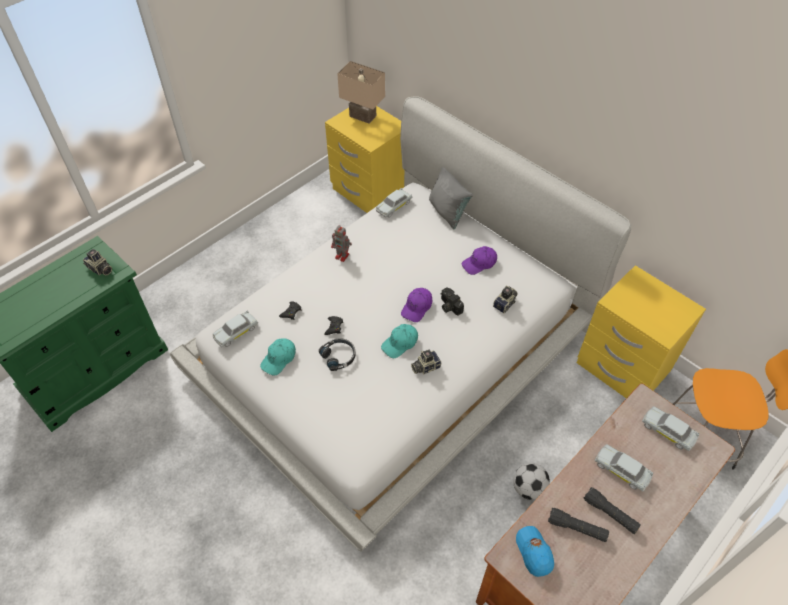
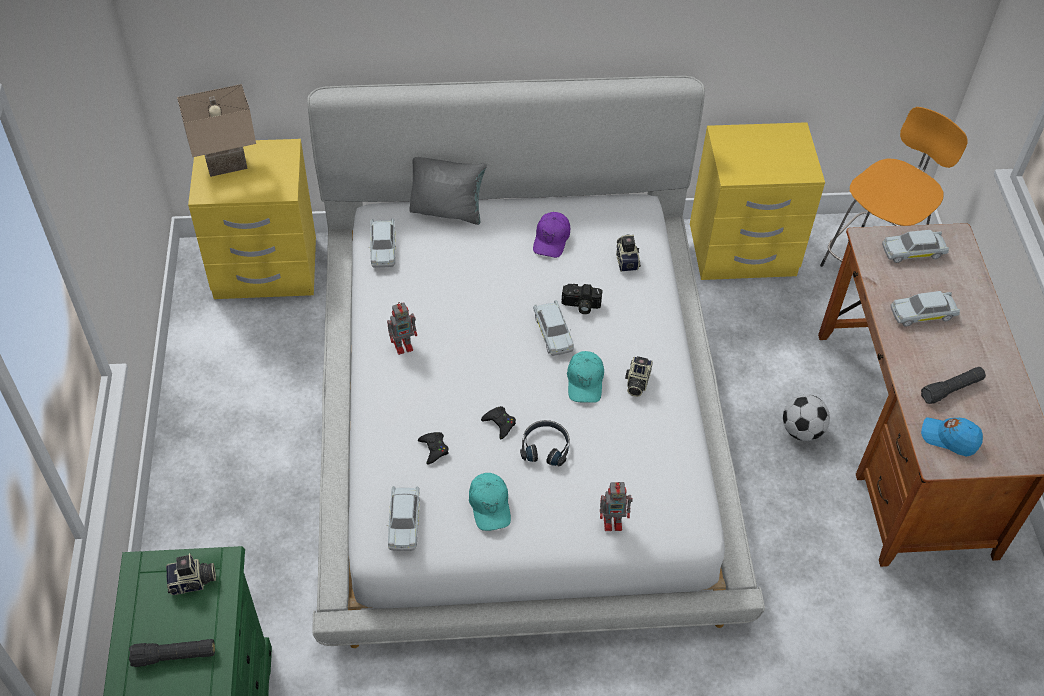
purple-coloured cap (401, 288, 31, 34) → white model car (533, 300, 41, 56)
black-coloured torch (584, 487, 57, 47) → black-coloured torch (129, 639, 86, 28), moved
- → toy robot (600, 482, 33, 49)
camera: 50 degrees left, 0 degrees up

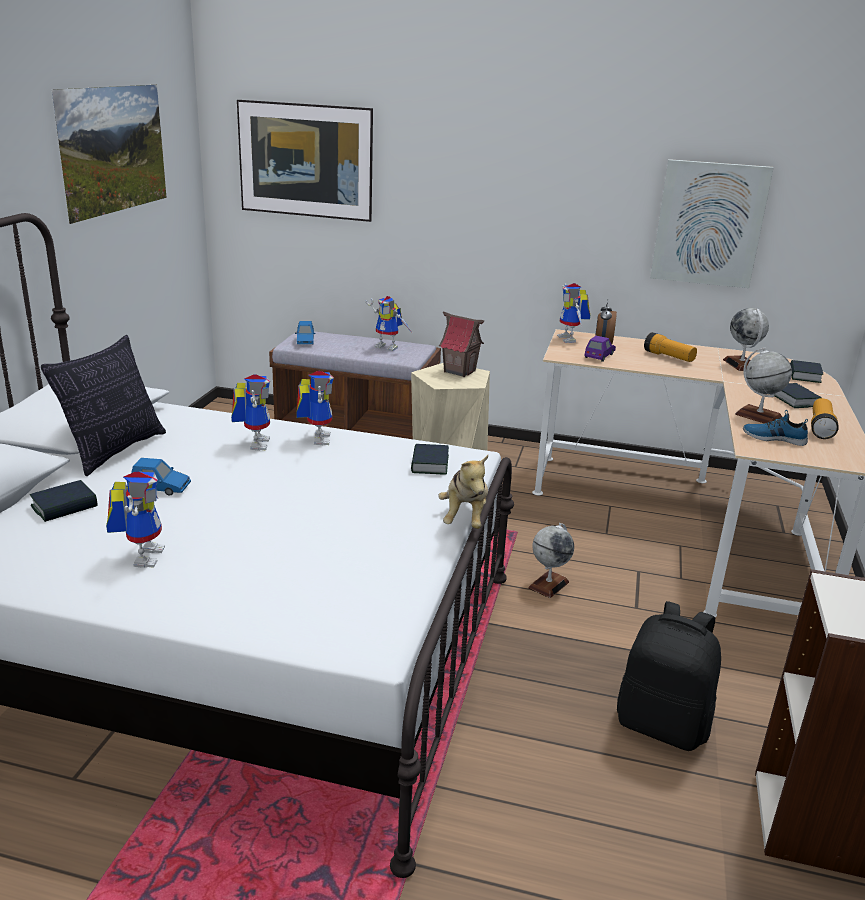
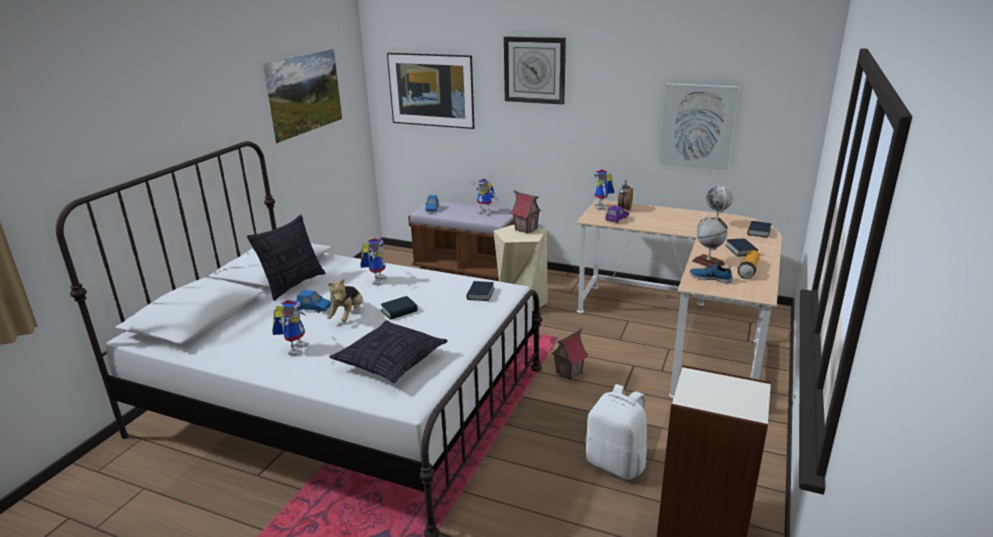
bound book (30, 480, 67, 42) → bound book (381, 296, 37, 24), moved
toy robot (296, 371, 38, 74) → -
cuddly toy (438, 455, 50, 74) → cuddly toy (327, 279, 36, 43), moved
world globe (528, 523, 46, 75) → miniature house (551, 328, 37, 52)
black-coloured knapsack (617, 601, 104, 150) → white knapsack (585, 384, 62, 96)
torch (644, 332, 53, 30) → -
- → cushion (330, 320, 118, 63)
- → wall clock (504, 36, 62, 69)
camera: 10 degrees right, 0 degrees up

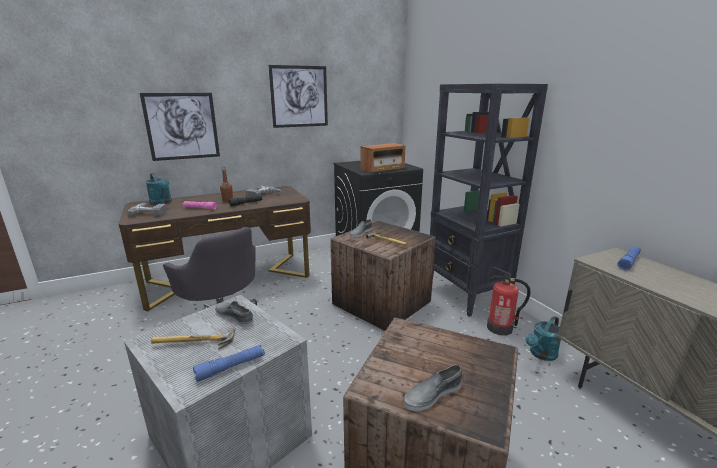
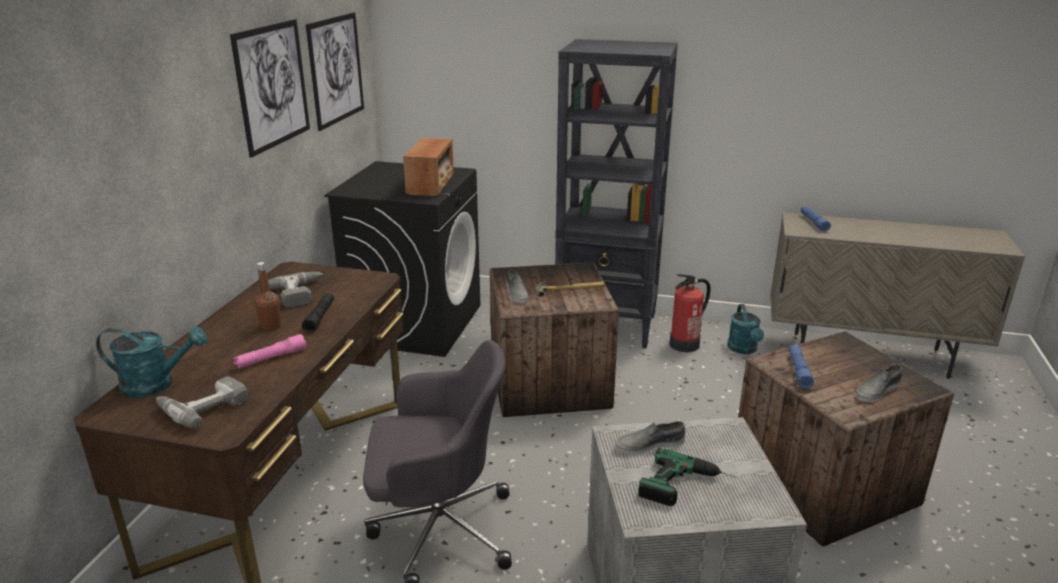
picture (140, 93, 80, 68) → picture (306, 12, 58, 119), moved
hammer (151, 326, 85, 24) → electric drill (638, 448, 98, 58)
bluish torch (193, 345, 72, 37) → bluish torch (789, 345, 25, 43), moved
grey low shoe (404, 365, 58, 46) → grey low shoe (856, 364, 46, 39), 45 degrees clockwise
camera: 50 degrees left, 5 degrees up

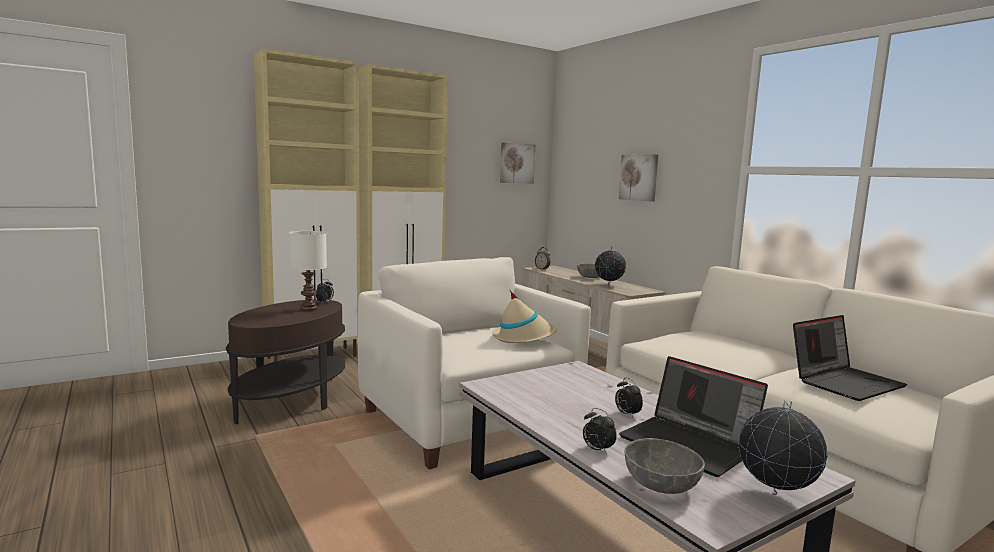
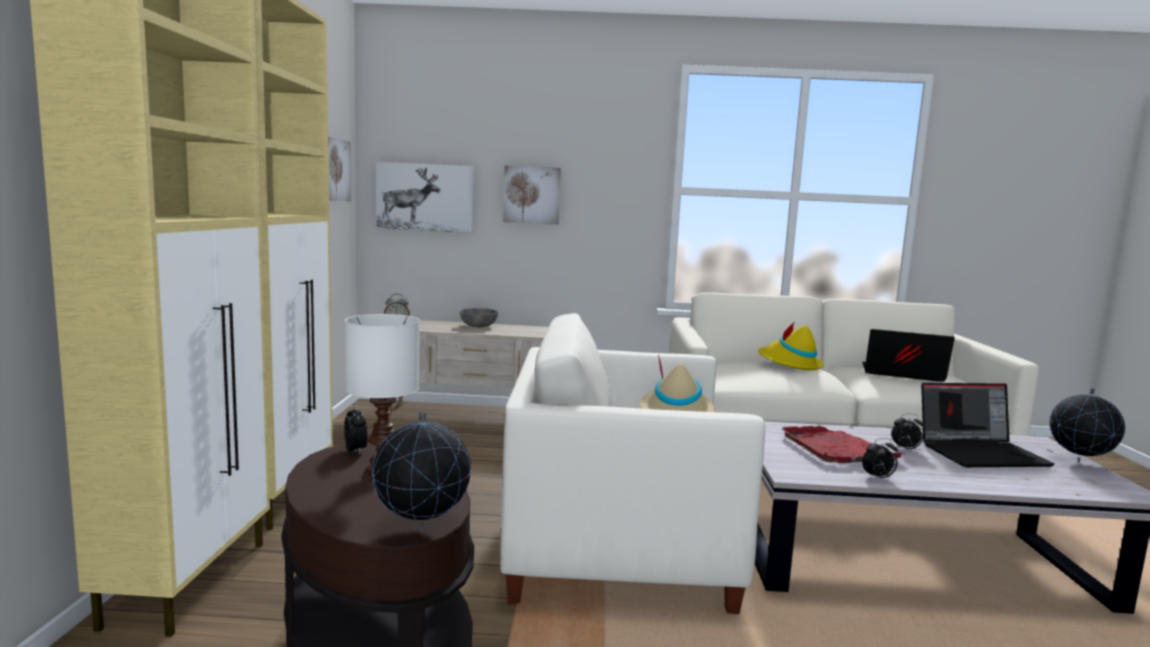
table clock (583, 408, 34, 46) → table clock (862, 438, 36, 41), moved
world globe (595, 247, 31, 38) → world globe (372, 411, 99, 119), moved
grey deep dish (625, 438, 80, 56) → -
portable computer (793, 315, 114, 86) → portable computer (862, 329, 93, 53), 75 degrees counterclockwise
- → picture (376, 162, 98, 71)
- → yellow-coloured clothing hat (758, 321, 66, 49)
- → red-coloured carrying tray (782, 426, 123, 37)
camera: 55 degrees left, 0 degrees up

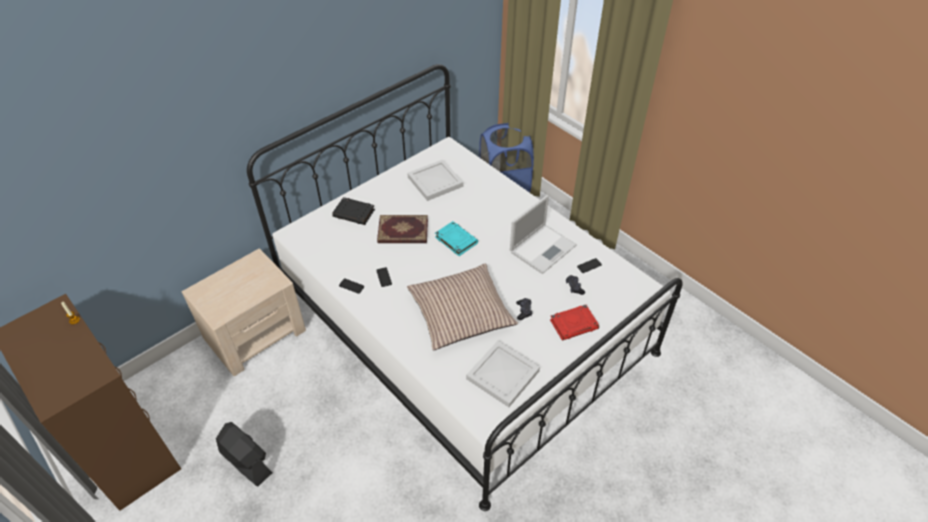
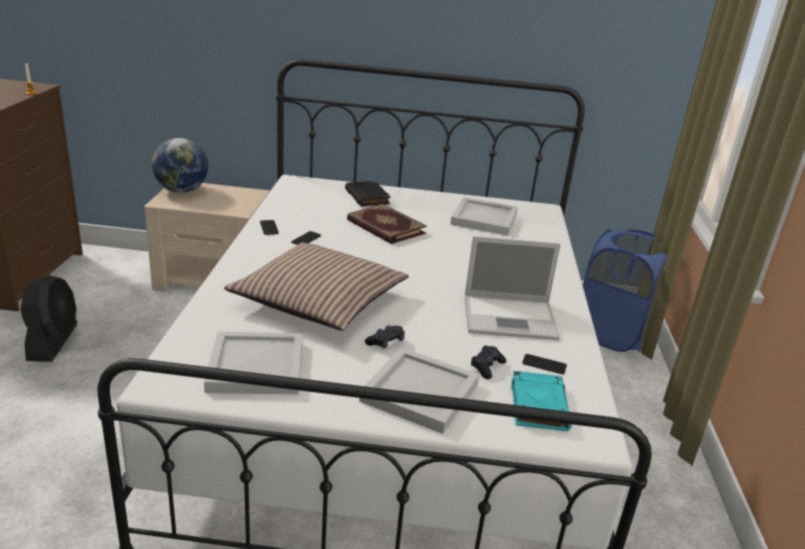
blue-green bound book (435, 221, 43, 35) → blue-green bound book (511, 371, 61, 60), moved
red-coloured bound book (550, 305, 49, 36) → white carrying tray (359, 348, 120, 86)
- → world globe (152, 138, 56, 55)
camera: 45 degrees right, 20 degrees down

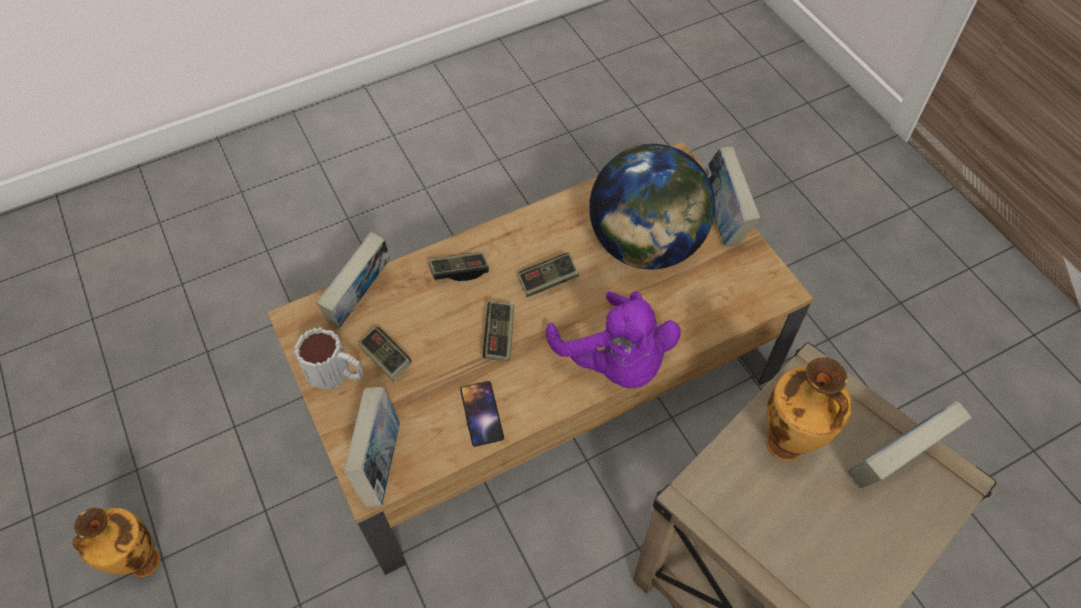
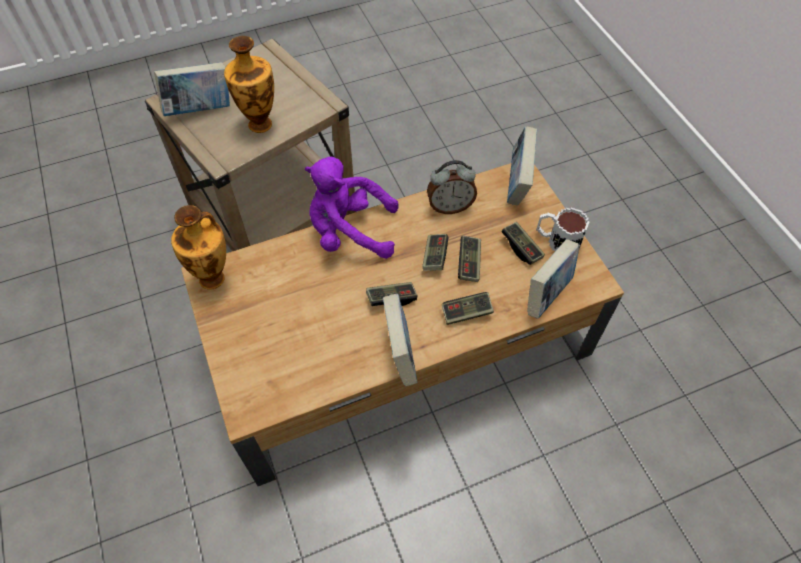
decorative vase (72, 508, 89, 69) → decorative vase (171, 205, 55, 85), moved
handset (460, 381, 44, 66) → table clock (427, 160, 50, 54)
purple-coloured cuddly toy (546, 292, 135, 97) → purple-coloured cuddly toy (305, 157, 94, 102), 60 degrees counterclockwise
world globe (589, 144, 126, 126) → -
bound book (704, 147, 56, 99) → bound book (383, 294, 35, 92), moved
- → joypad (458, 236, 23, 46)
camera: 175 degrees left, 0 degrees up

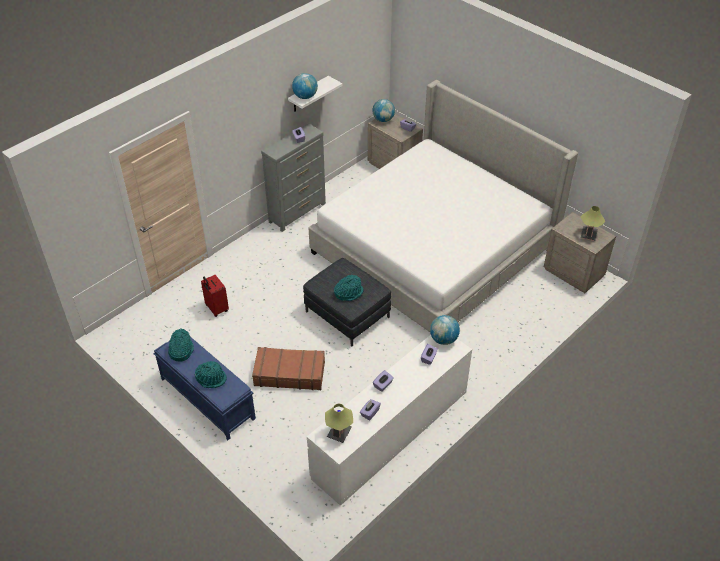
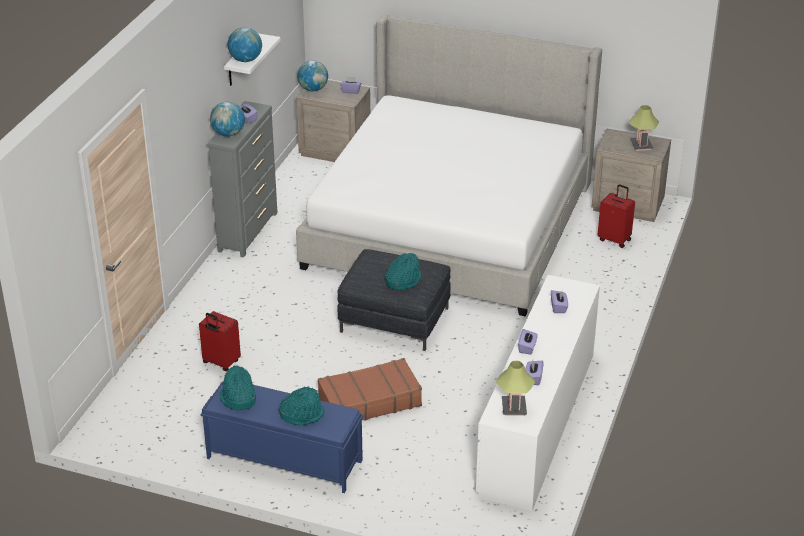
world globe (430, 315, 30, 30) → world globe (210, 102, 35, 35), moved
- → red-coloured piece of luggage (598, 184, 37, 64)
camera: 25 degrees left, 10 degrees down

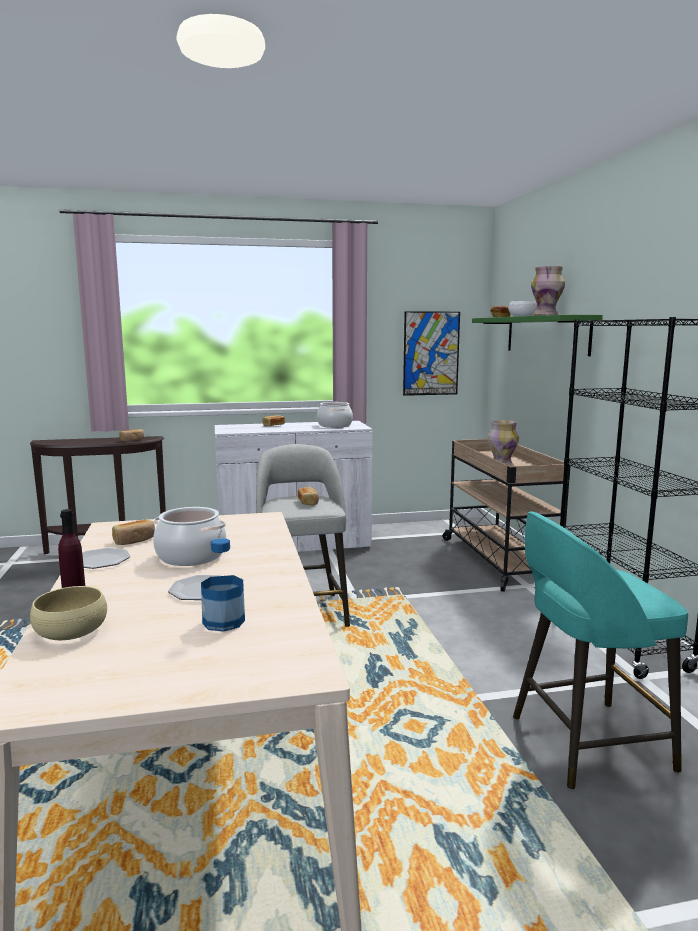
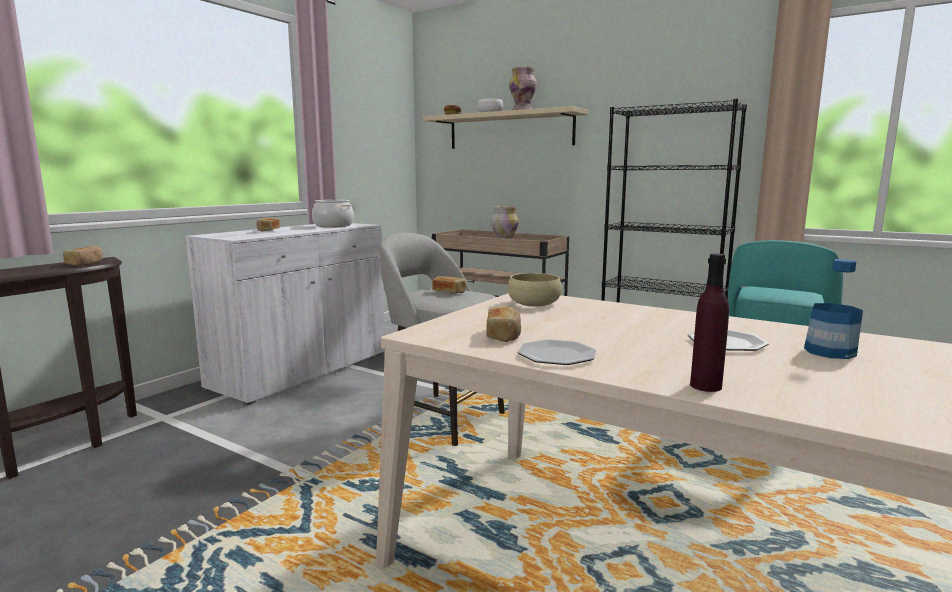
sand-coloured deep dish (30, 586, 77, 54) → sand-coloured deep dish (508, 273, 54, 34), moved
saucepot (153, 507, 73, 59) → -
picture (403, 311, 57, 85) → -
green-coloured wall shelf (472, 315, 131, 41) → sand-coloured wall shelf (423, 106, 165, 43)
camera: 45 degrees left, 0 degrees up

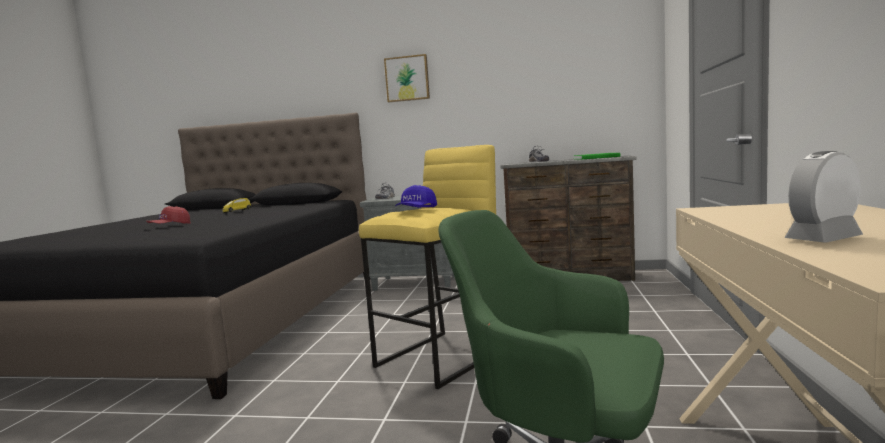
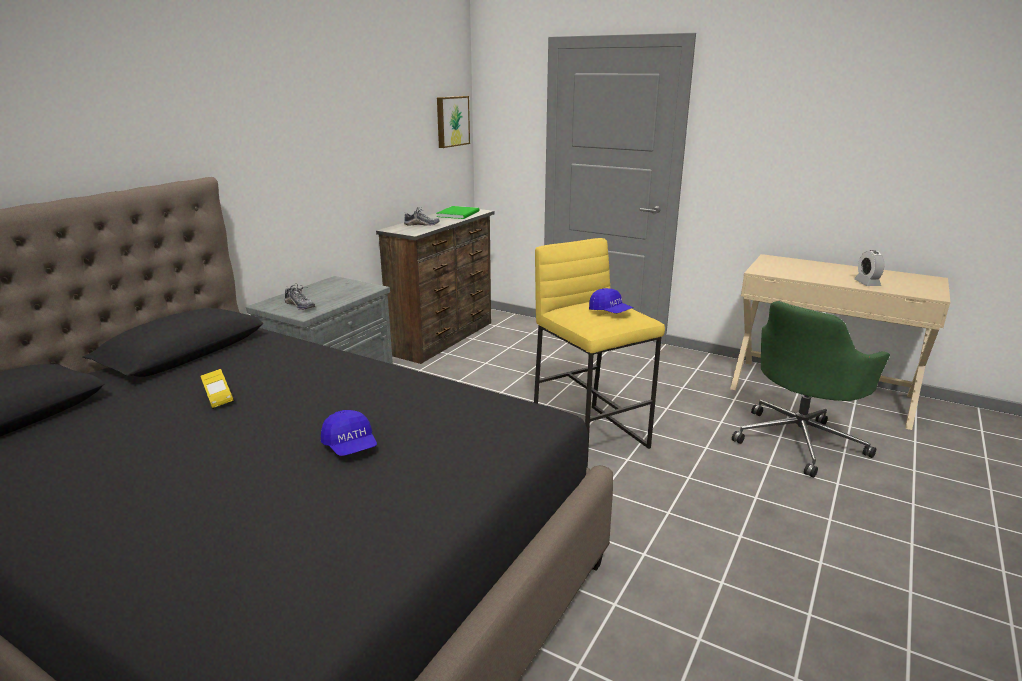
red-coloured cap (146, 206, 45, 18) → bluish cap (321, 410, 56, 46)
picture (384, 54, 46, 48) → picture (437, 96, 33, 52), moved
camera: 70 degrees left, 15 degrees up

